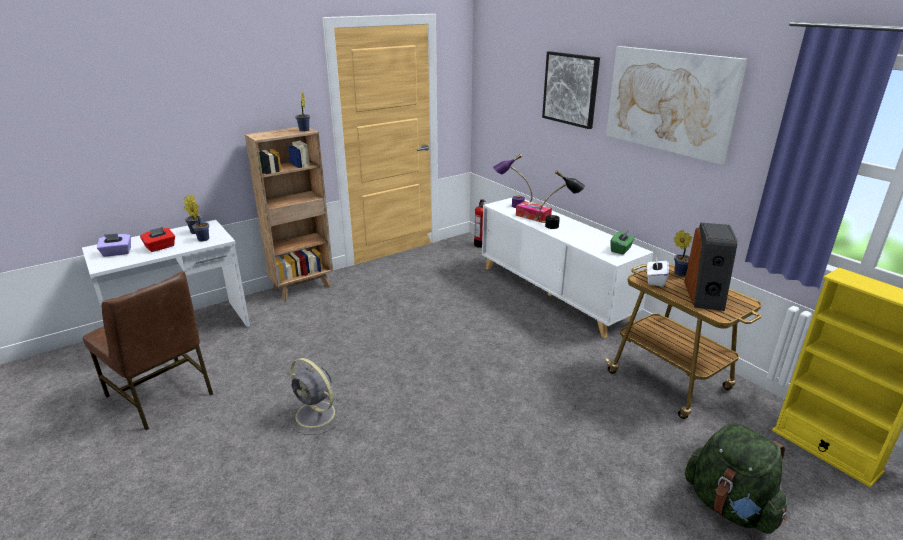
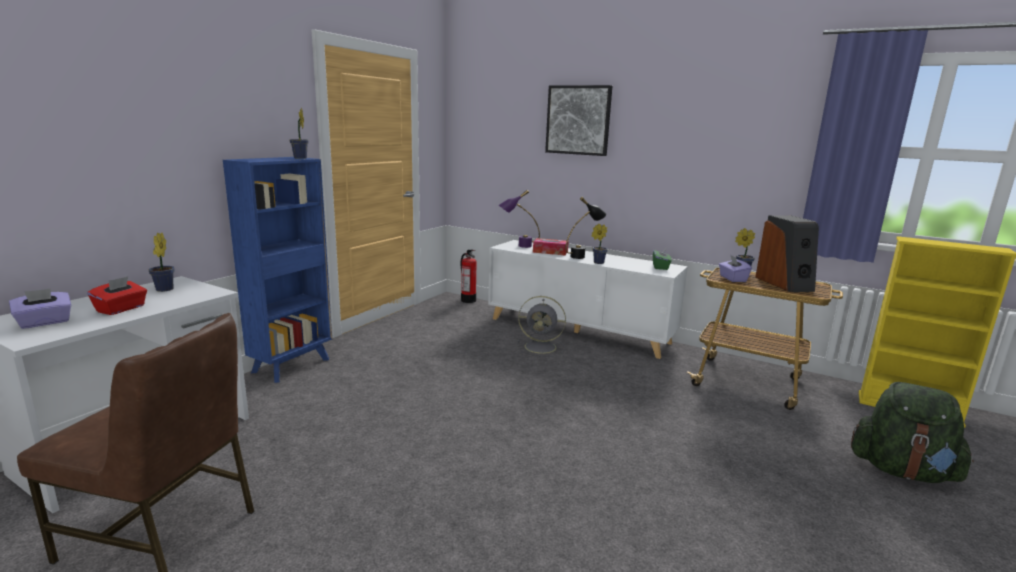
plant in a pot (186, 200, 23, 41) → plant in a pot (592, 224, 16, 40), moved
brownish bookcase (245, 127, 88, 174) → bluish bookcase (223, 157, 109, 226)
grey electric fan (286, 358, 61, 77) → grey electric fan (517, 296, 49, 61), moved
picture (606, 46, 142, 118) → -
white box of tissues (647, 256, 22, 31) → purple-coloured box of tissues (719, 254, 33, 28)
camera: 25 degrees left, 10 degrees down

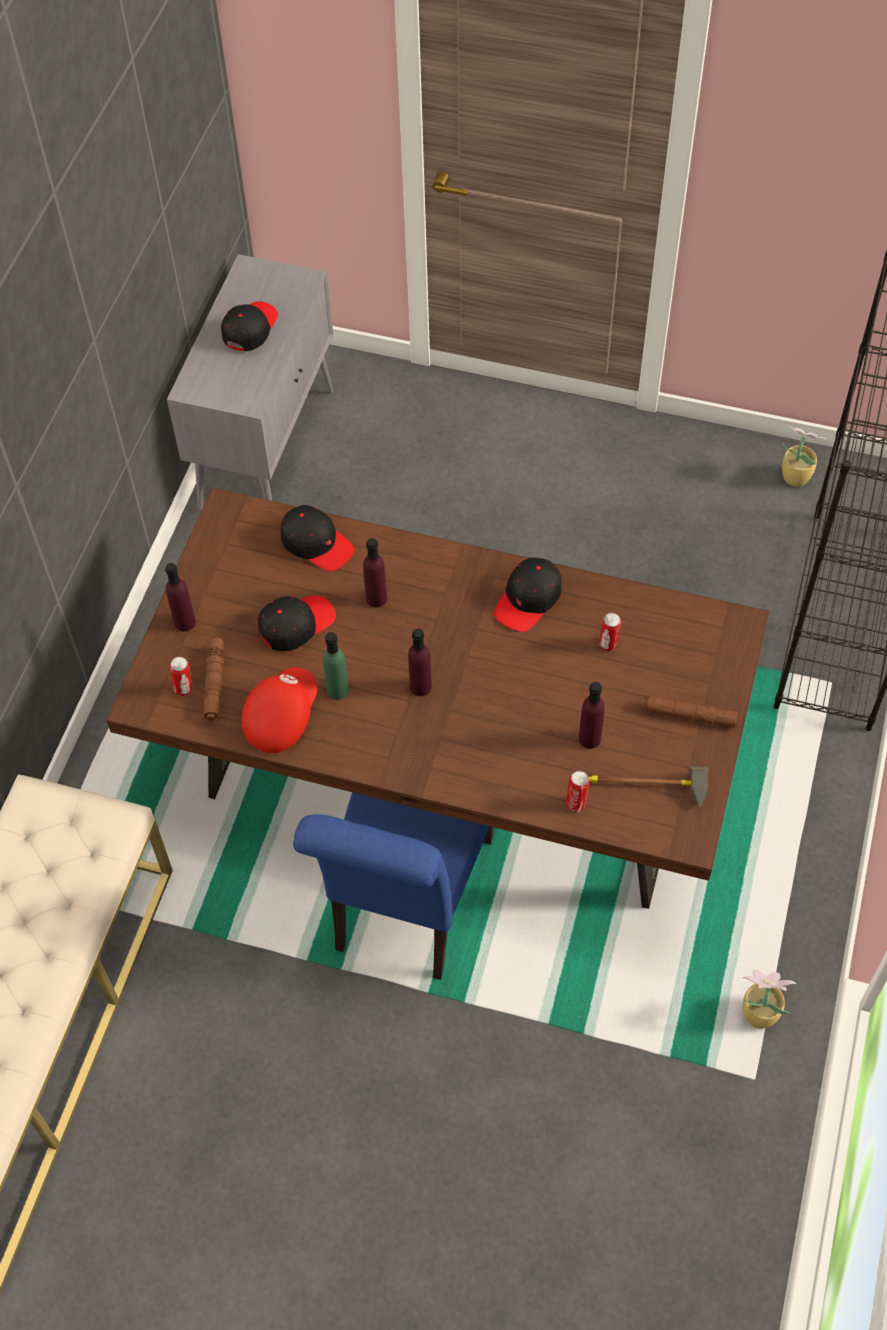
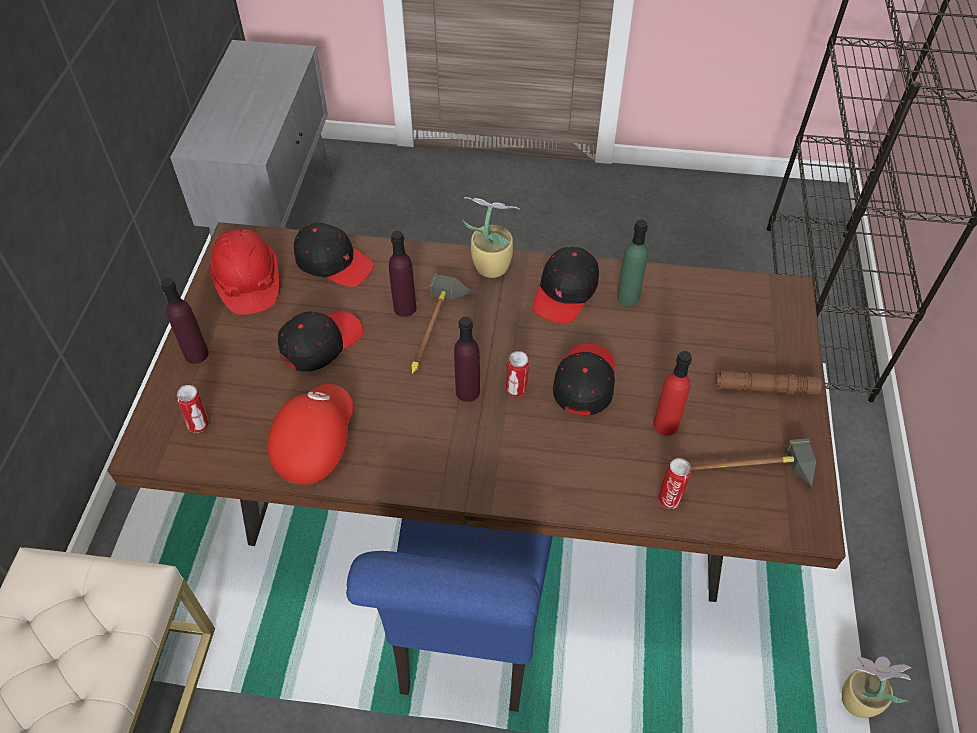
brownish torch (203, 638, 21, 83) → -
black-coloured cap (221, 301, 57, 50) → black-coloured cap (553, 343, 62, 72), moved
green-coloured drink bottle (323, 632, 26, 68) → green-coloured drink bottle (617, 220, 31, 86), moved
purple-coloured drink bottle (579, 682, 26, 67) → red-coloured drink bottle (653, 351, 39, 85)
metal can (599, 613, 22, 38) → metal can (506, 351, 23, 46), moved
plant in a pot (782, 426, 45, 60) → plant in a pot (463, 197, 57, 81), moved
- → red-coloured hard hat (209, 229, 70, 86)
- → hammer (412, 273, 61, 101)
camera: 10 degrees left, 5 degrees down

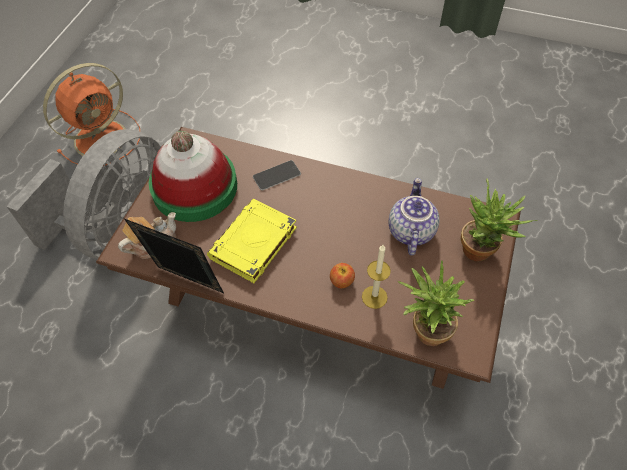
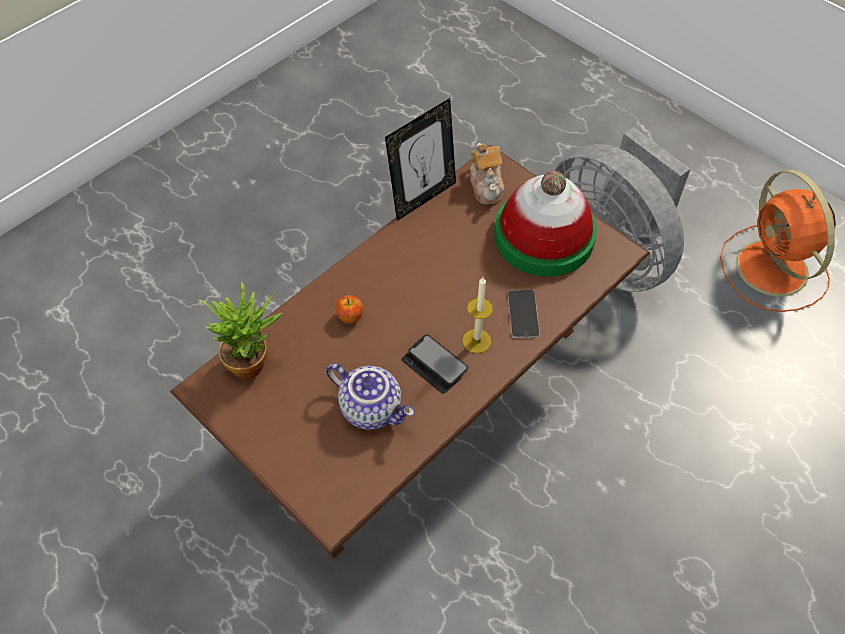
yellow-coloured bound book (207, 199, 90, 84) → -
wax candle (362, 245, 29, 64) → wax candle (462, 277, 31, 77), moved
plant in a pot (461, 179, 76, 82) → -
- → handset (402, 334, 66, 60)
camera: 115 degrees right, 0 degrees up

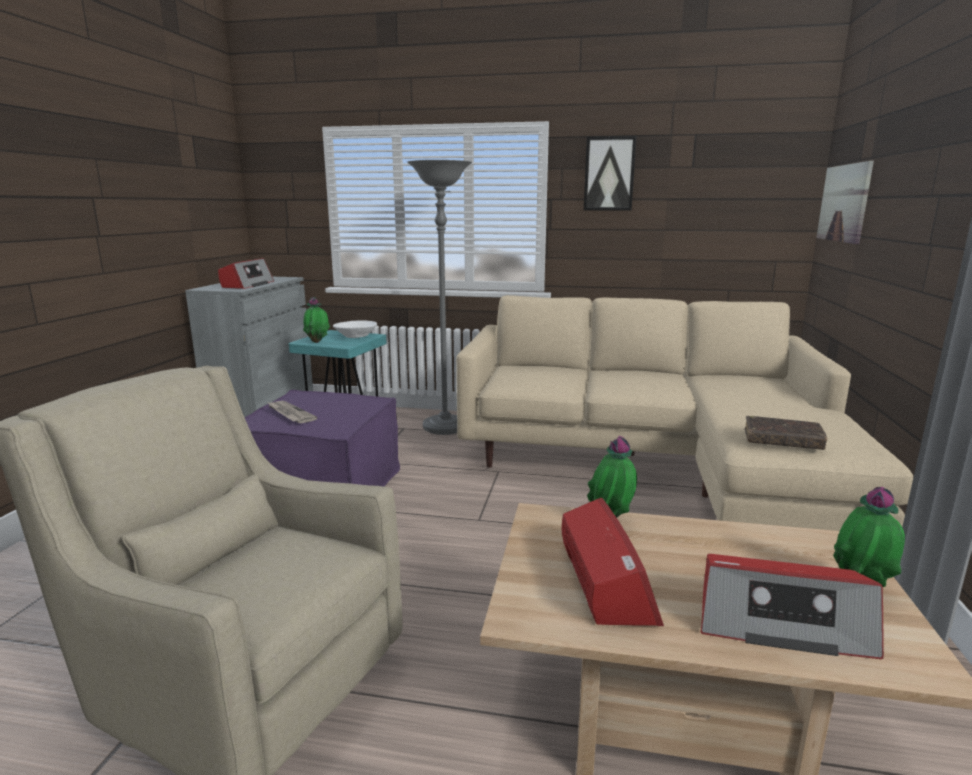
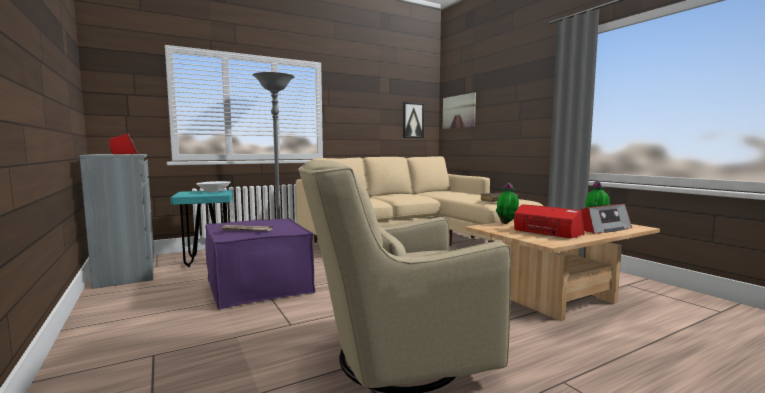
plant in a pot (303, 297, 27, 46) → -
picture (584, 136, 53, 75) → picture (403, 102, 21, 36), moved
camera: 40 degrees left, 10 degrees down

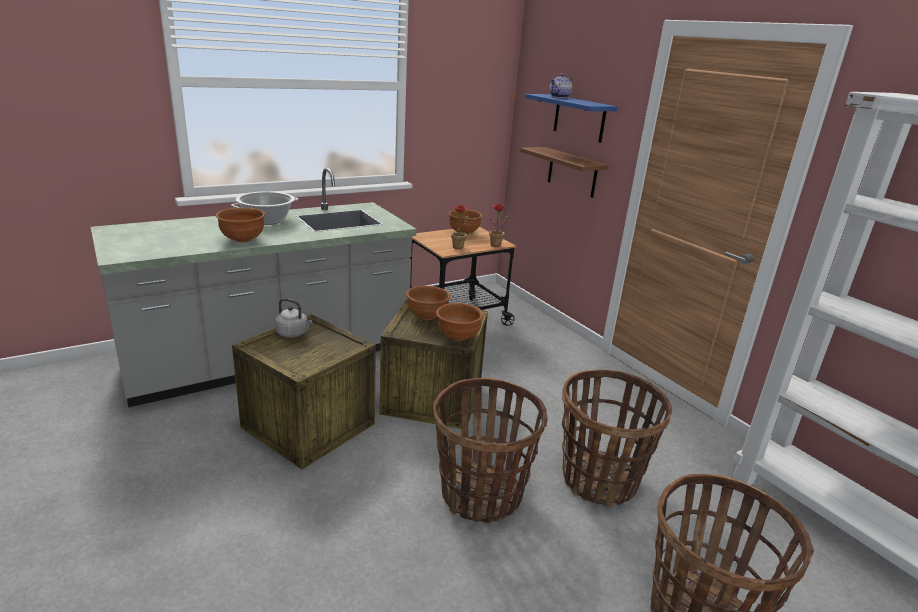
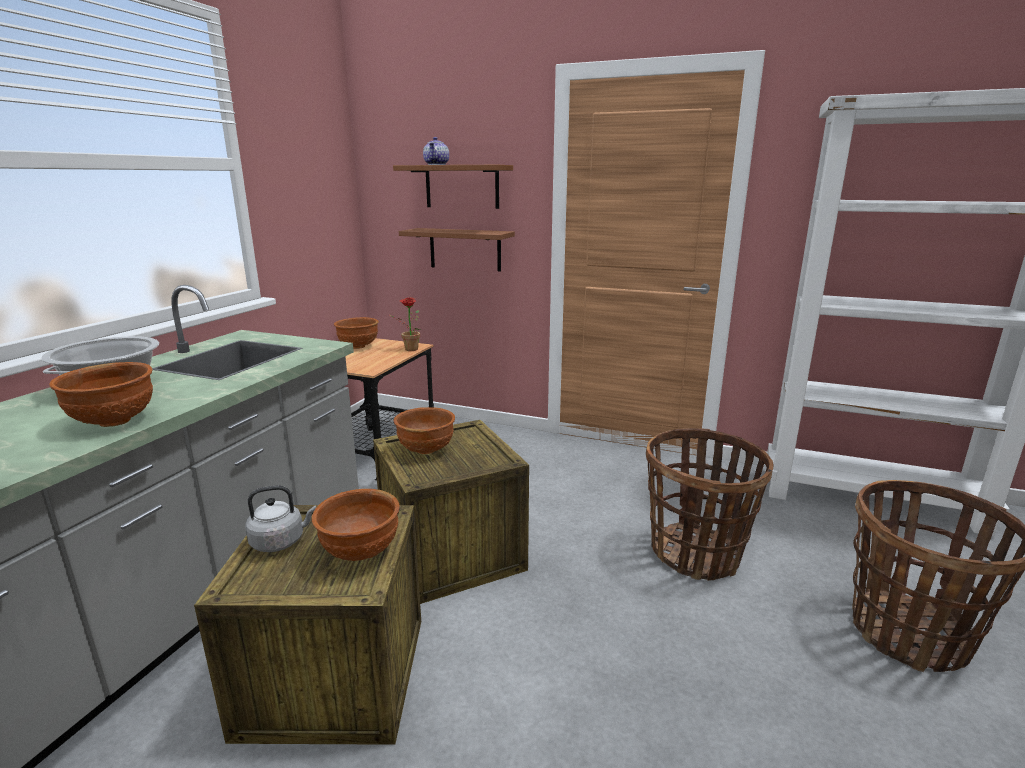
storage basket (433, 378, 115, 145) → -
brownish deep dish (436, 303, 48, 38) → brownish deep dish (312, 489, 88, 72), moved
plant in a pot (444, 205, 24, 44) → -
bluish wall shelf (525, 94, 92, 49) → brownish wall shelf (393, 165, 120, 44)
camera: 35 degrees left, 5 degrees down

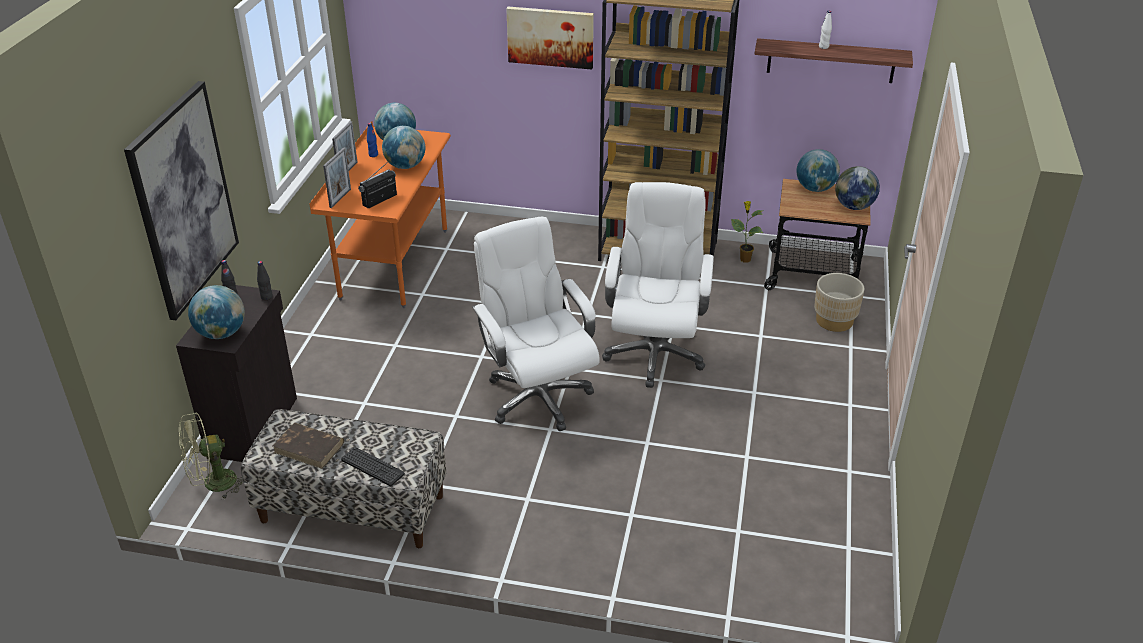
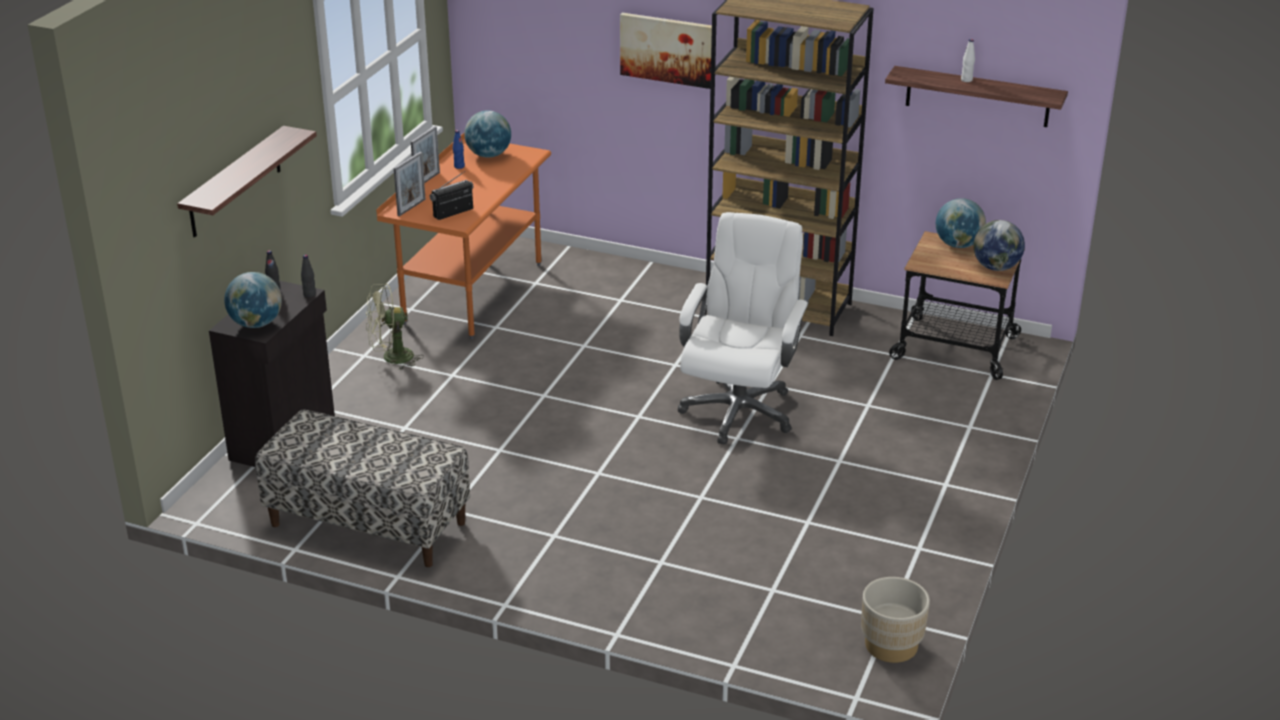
picture (124, 81, 115, 239) → wall shelf (177, 126, 140, 111)
green-coloured electric fan (179, 412, 64, 87) → green-coloured electric fan (366, 284, 58, 86), moved
brownish bound book (273, 423, 71, 46) → -
computer keyboard (341, 447, 64, 39) → -
world globe (382, 126, 43, 43) → -
white desk chair (472, 216, 128, 215) → -
plant in a pot (731, 201, 32, 62) → -
sand-coloured flower pot (814, 273, 50, 59) → sand-coloured flower pot (861, 577, 69, 86), moved
camera: 10 degrees right, 5 degrees down

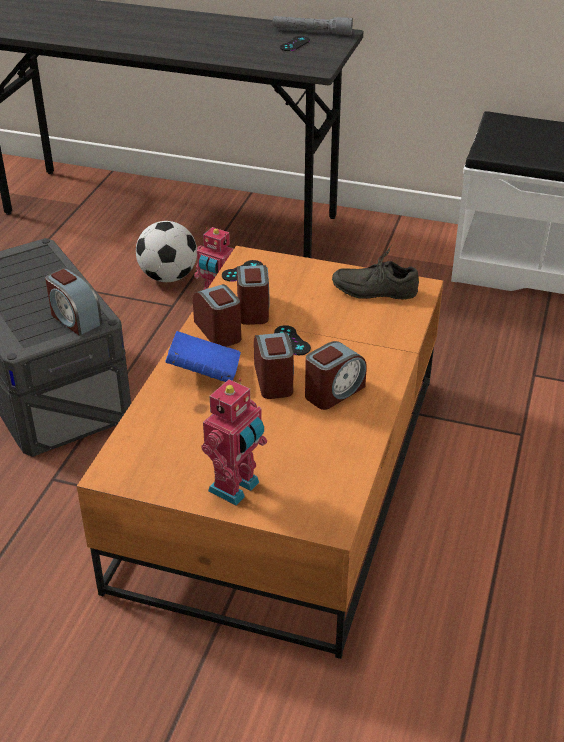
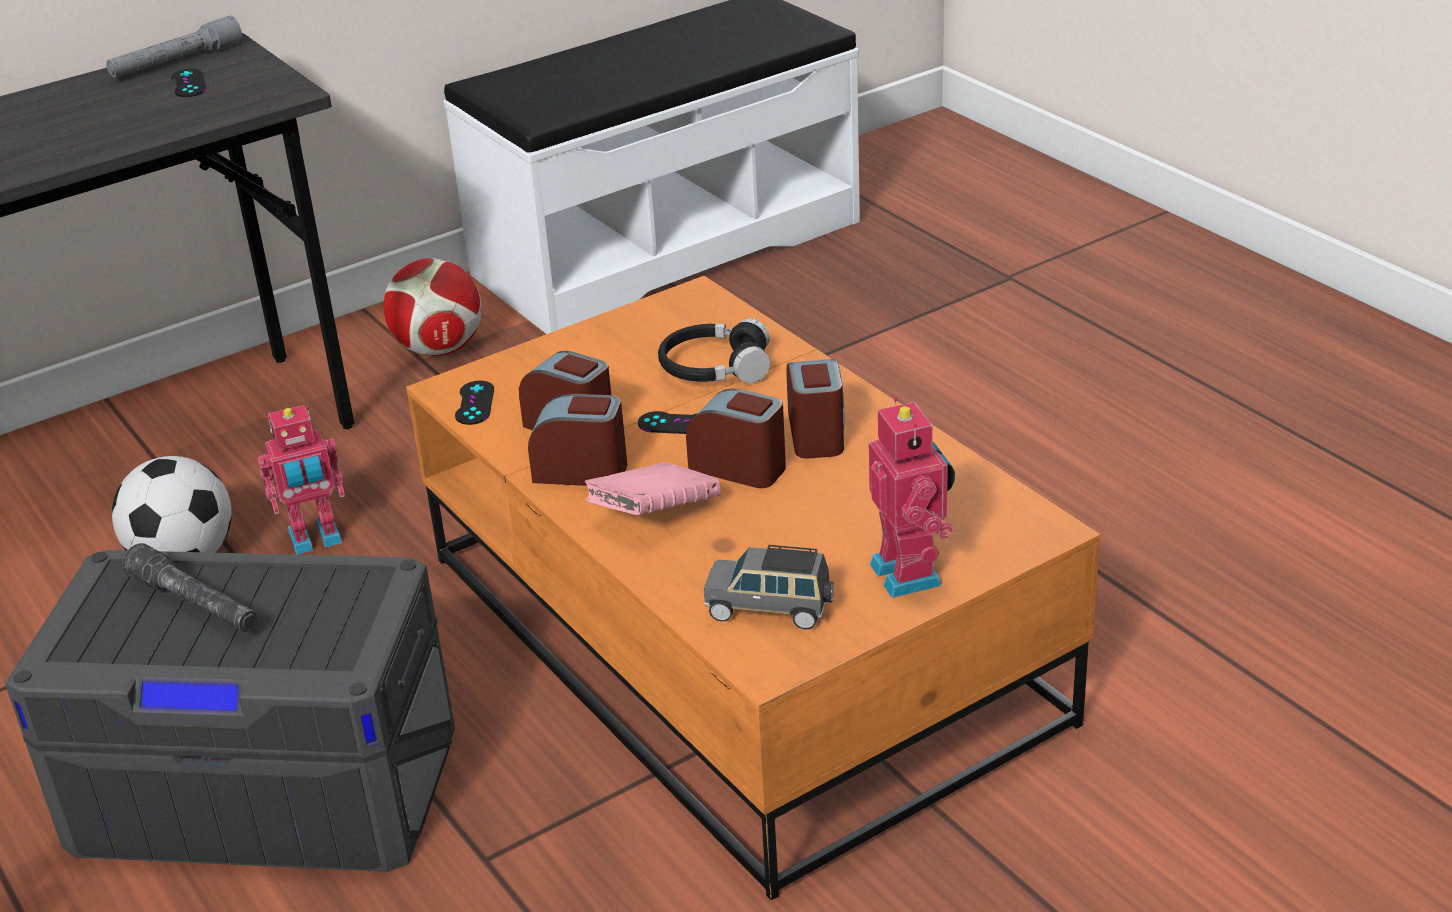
table clock (45, 268, 57, 68) → -
bluish bound book (165, 331, 76, 51) → pink bound book (585, 462, 136, 53)
grey low shoe (332, 244, 87, 56) → -
- → grey torch (122, 543, 136, 89)
- → ball for football (384, 258, 98, 98)
- → black-coloured headphones (658, 318, 112, 65)
- → grey model car (704, 545, 130, 84)
camera: 50 degrees left, 5 degrees down

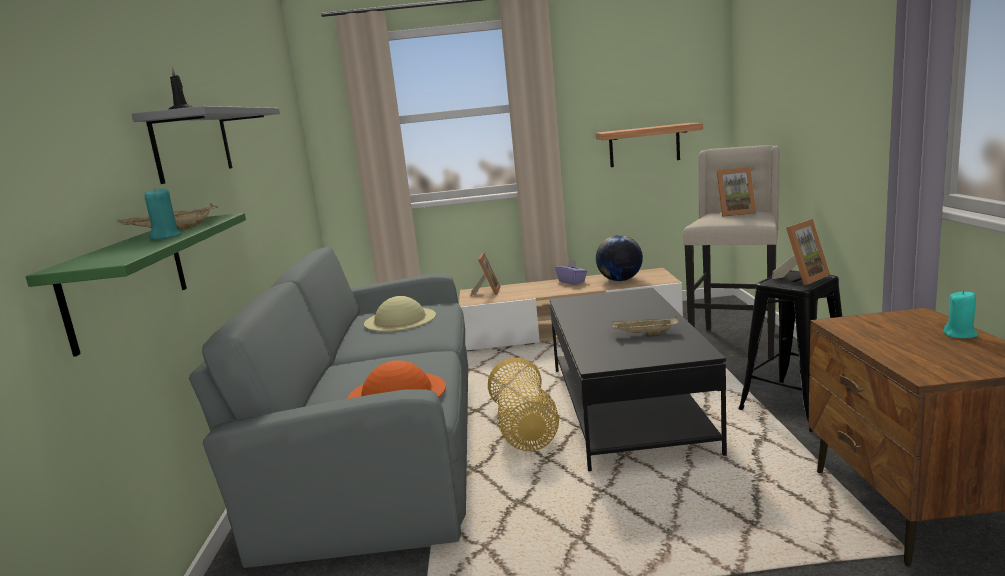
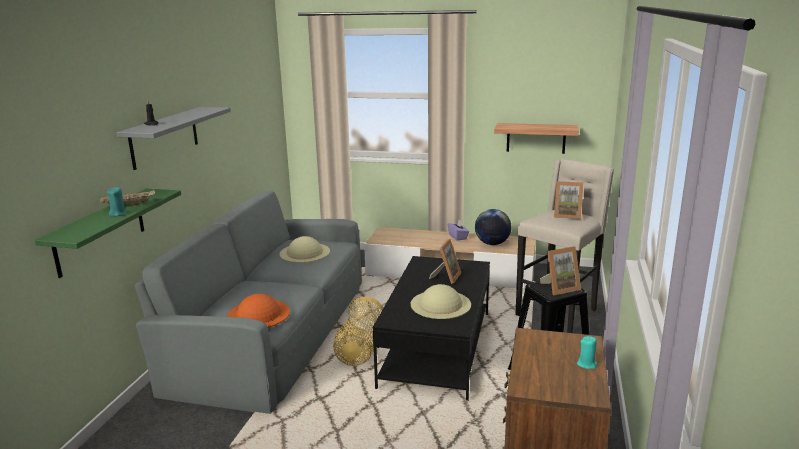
photo frame (471, 253, 30, 43) → photo frame (429, 239, 32, 45), moved
sand-coloured carrying tray (611, 316, 68, 19) → sand-coloured clothing hat (411, 284, 60, 35)
camera: 15 degrees right, 5 degrees up

